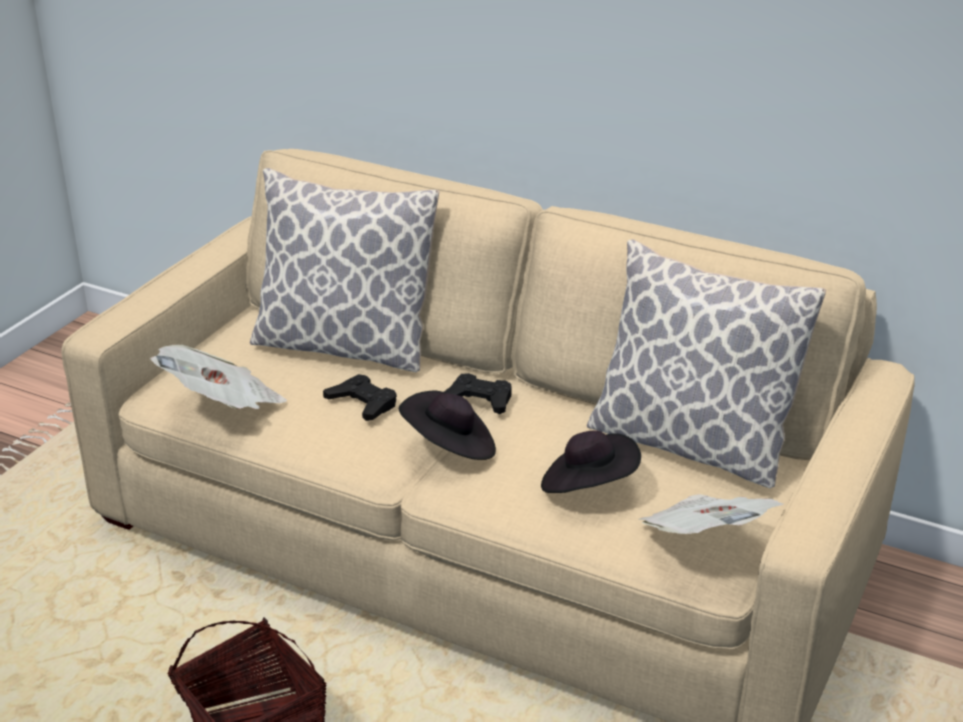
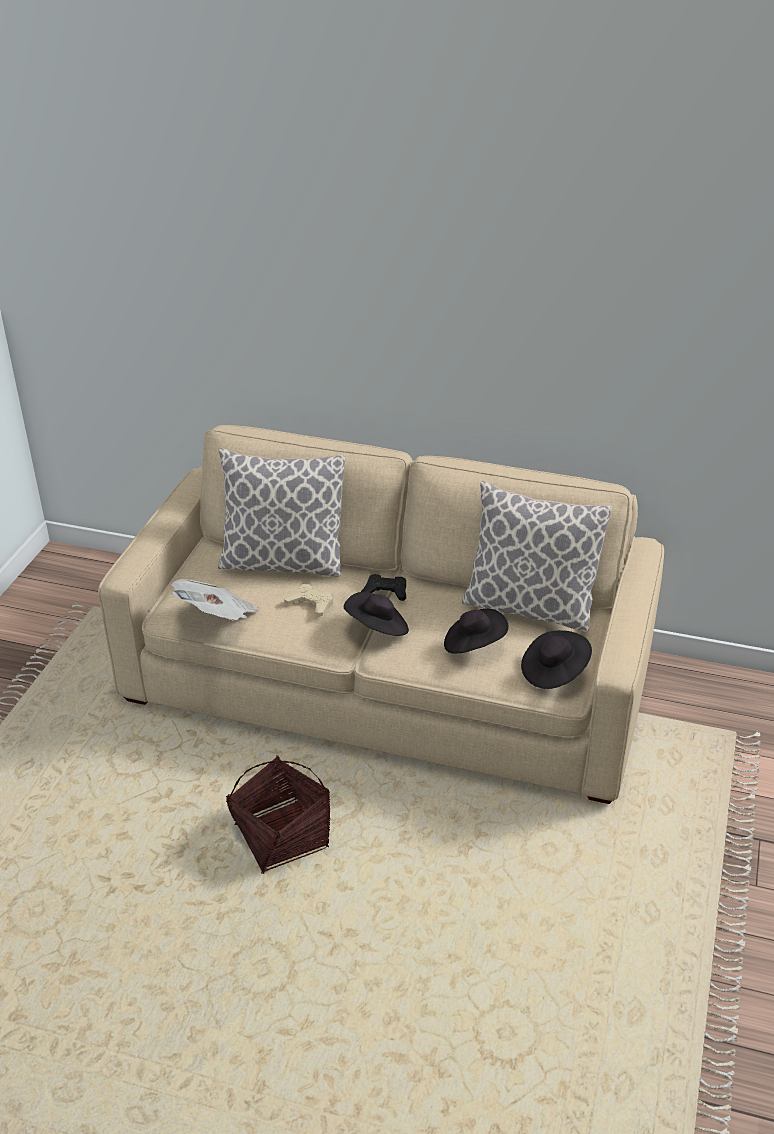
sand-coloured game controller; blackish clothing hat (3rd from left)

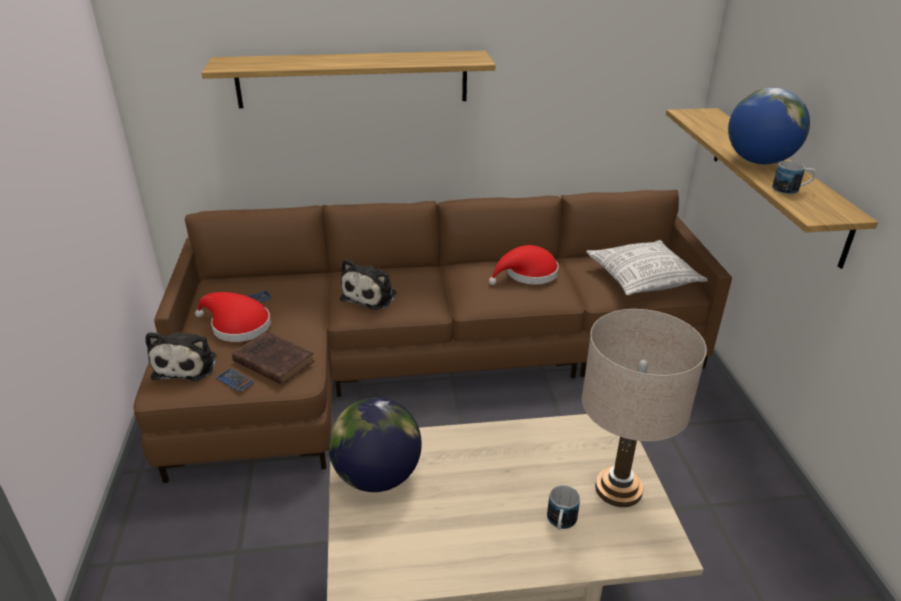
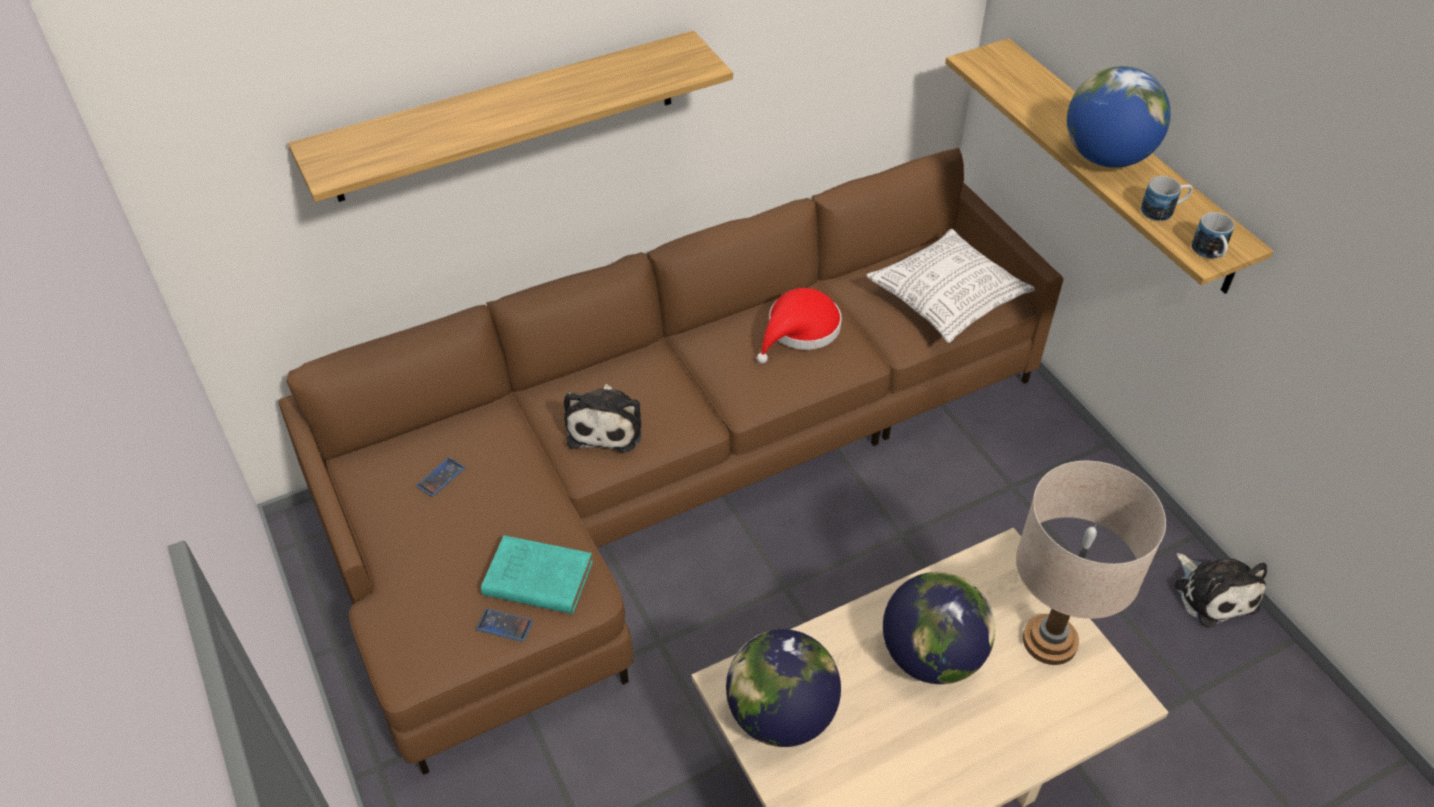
reddish clothing hat (1st from left in the first image); turquoise volume; plush toy (2nd from left); tea mug (2nd from left); world globe (2nd from left)

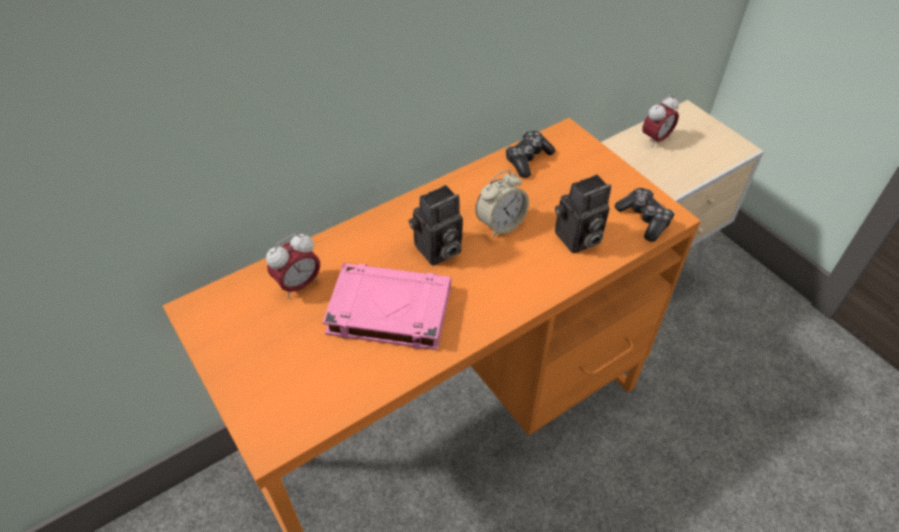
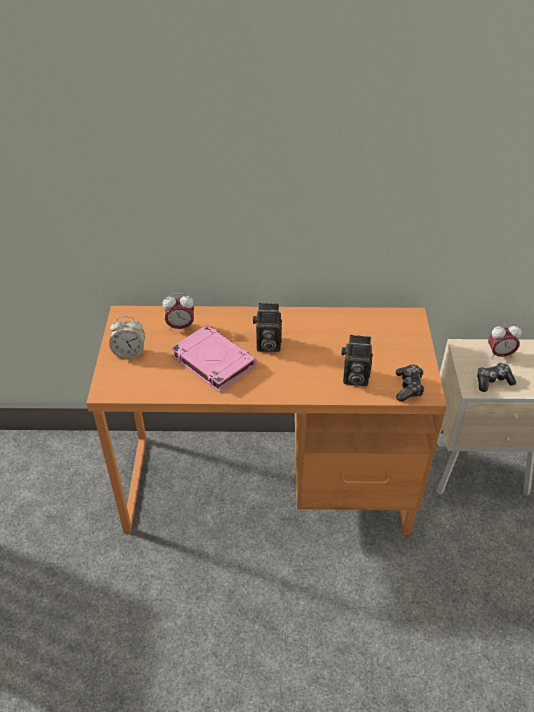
game controller (2nd from left); table clock (1st from left)

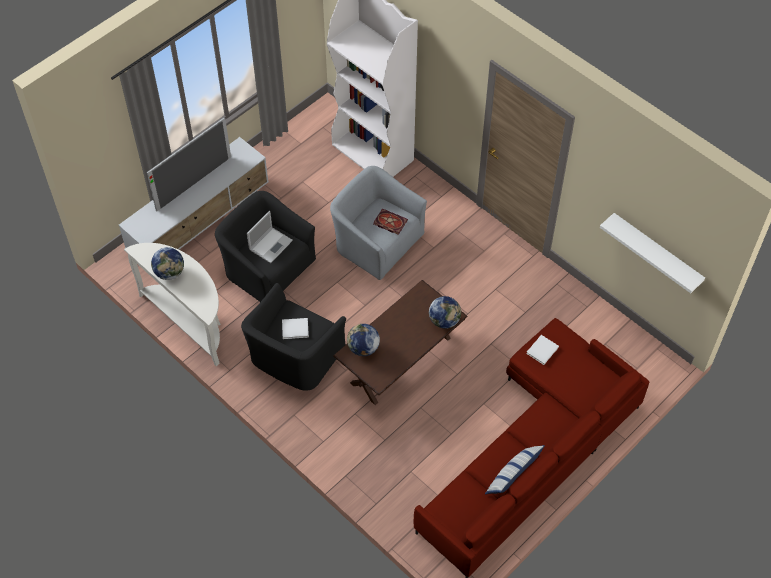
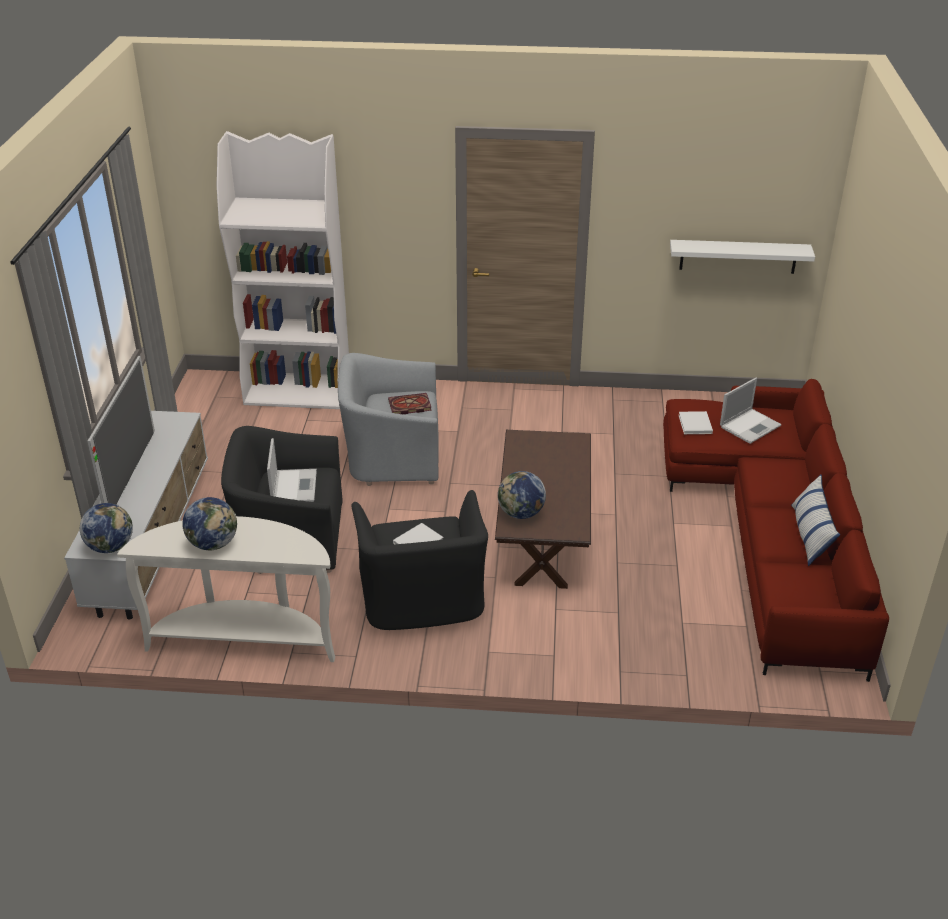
world globe (1st from left); portable computer (2nd from left)

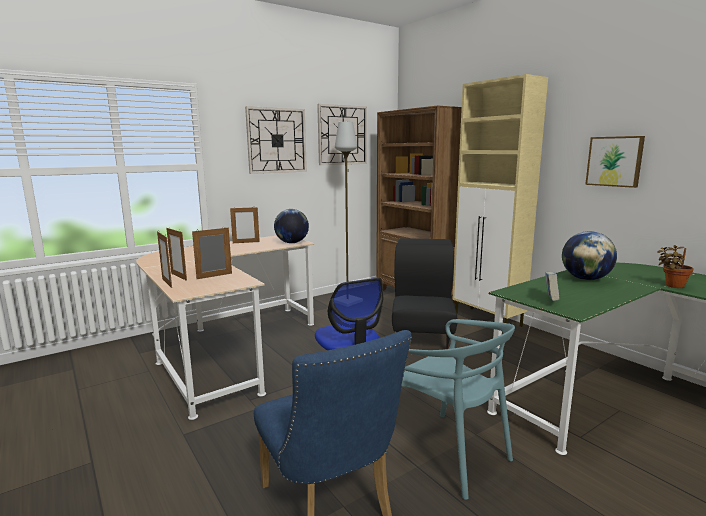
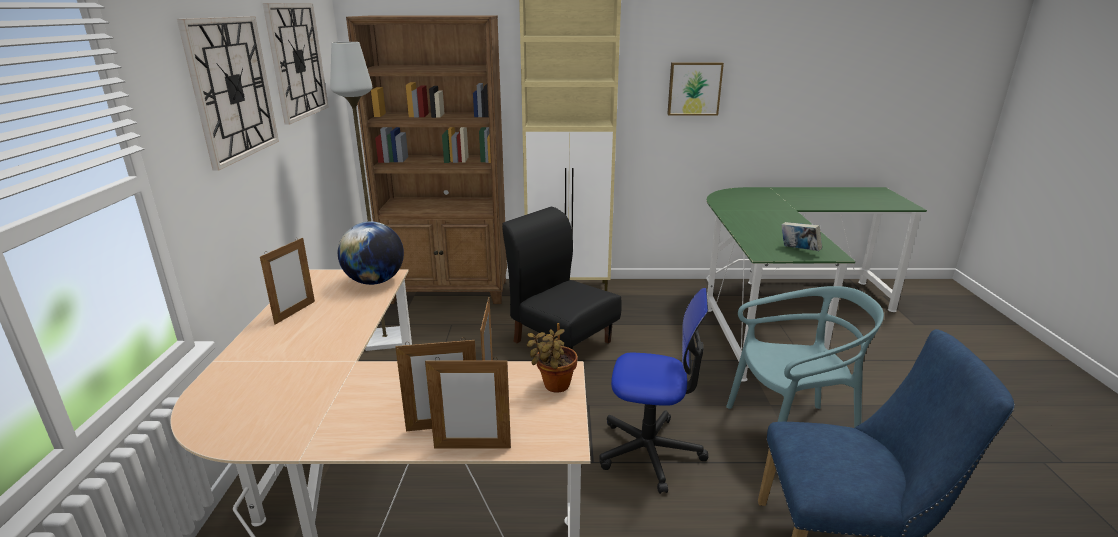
world globe (2nd from left in the first image); plant in a pot

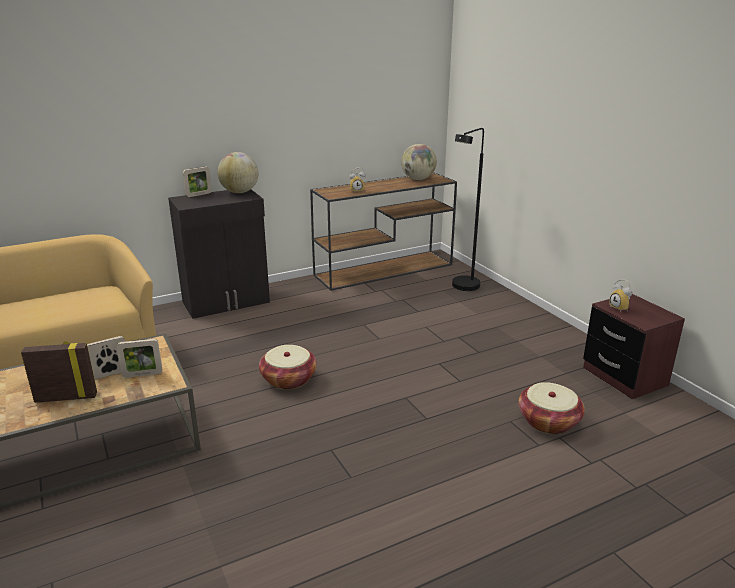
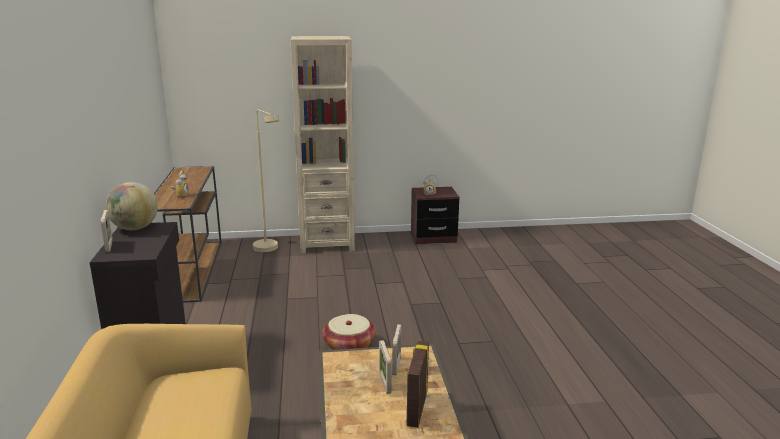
sand-coloured standing lamp; world globe (2nd from left in the first image); basket (2nd from left in the first image); sand-coloured shelving unit

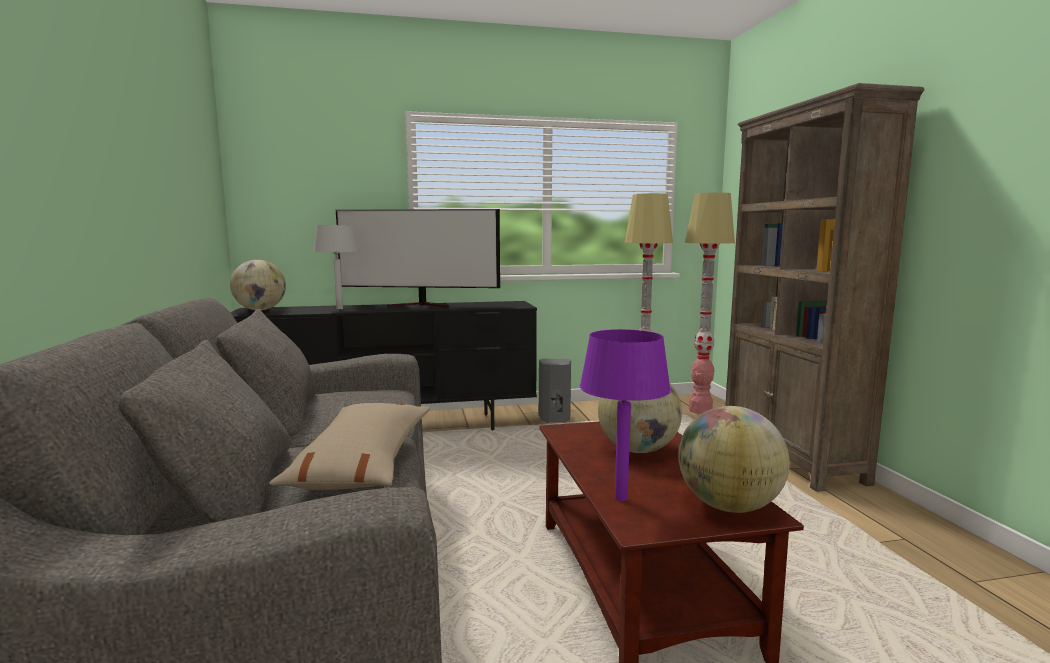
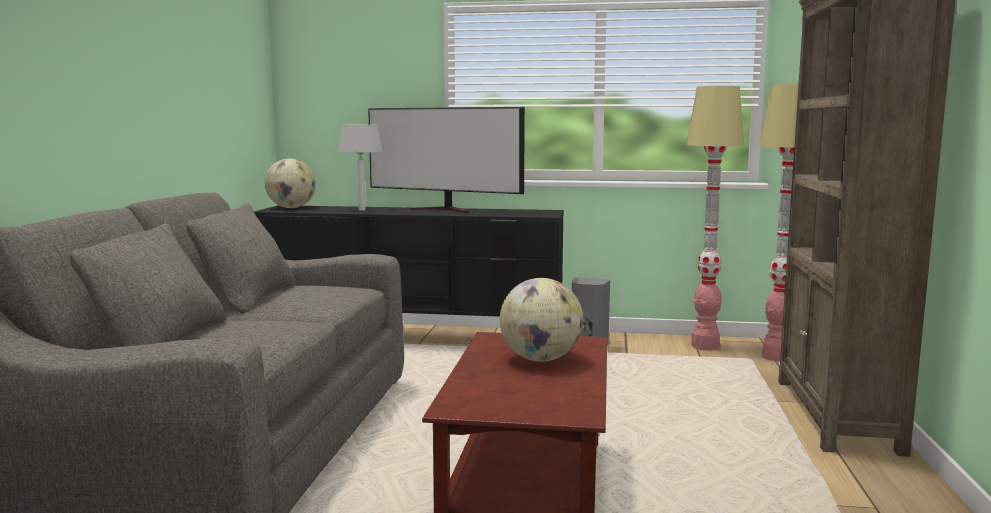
purple-coloured table lamp; sand-coloured cushion; world globe (3rd from left in the first image)

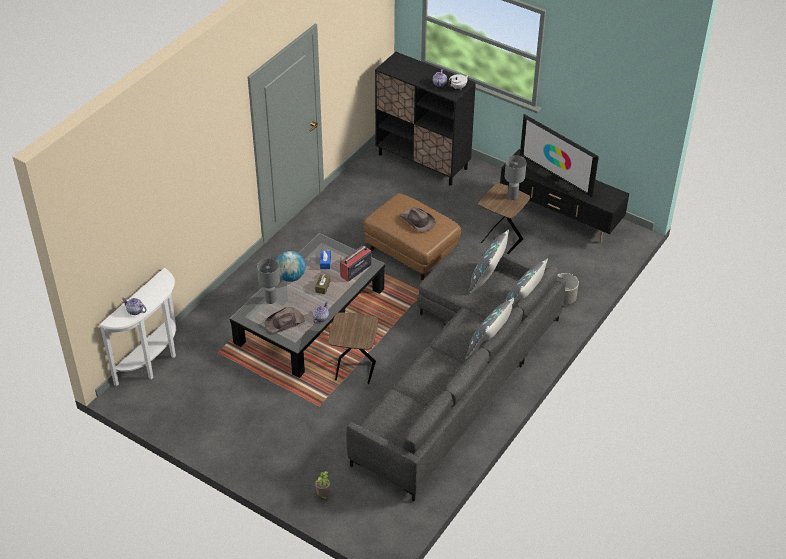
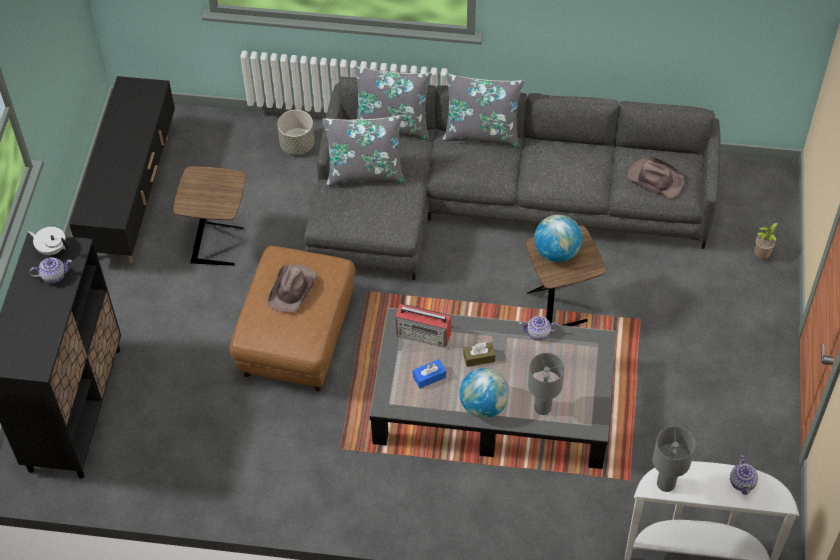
TV set; gray table lamp (2nd from left); brown-coloured clothing hat (2nd from left); world globe (2nd from left)

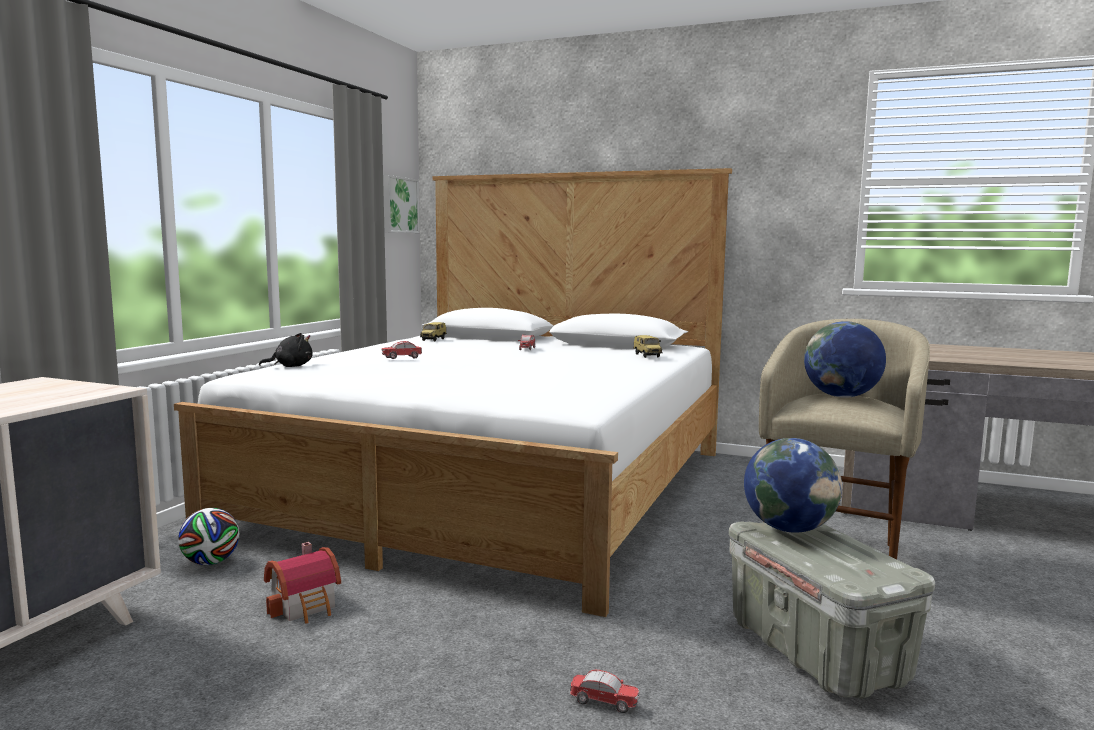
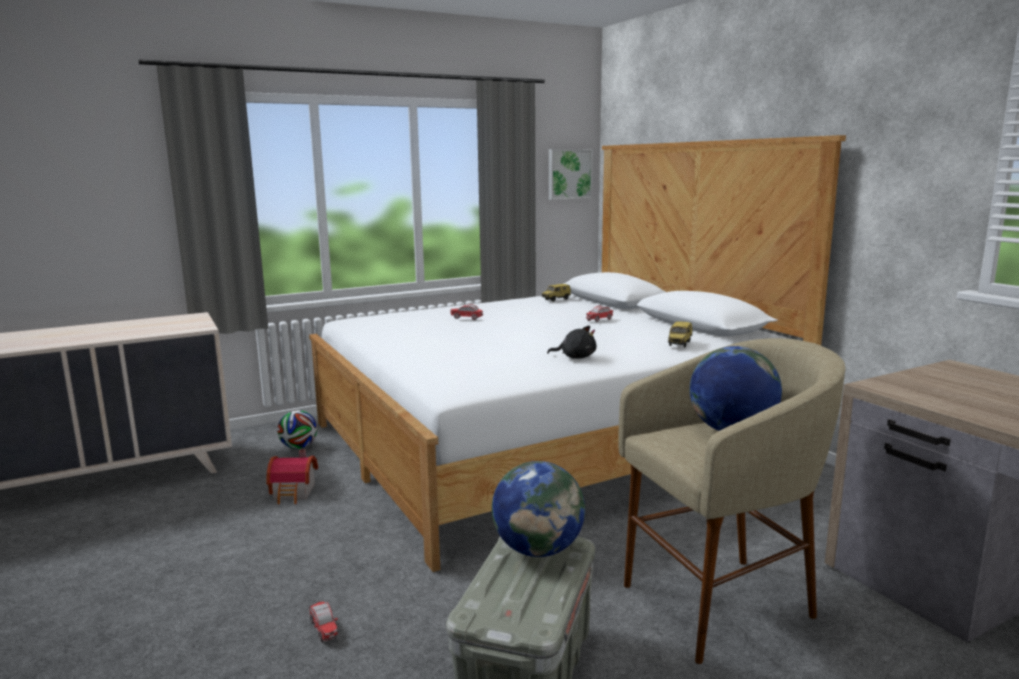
blackish plush toy

